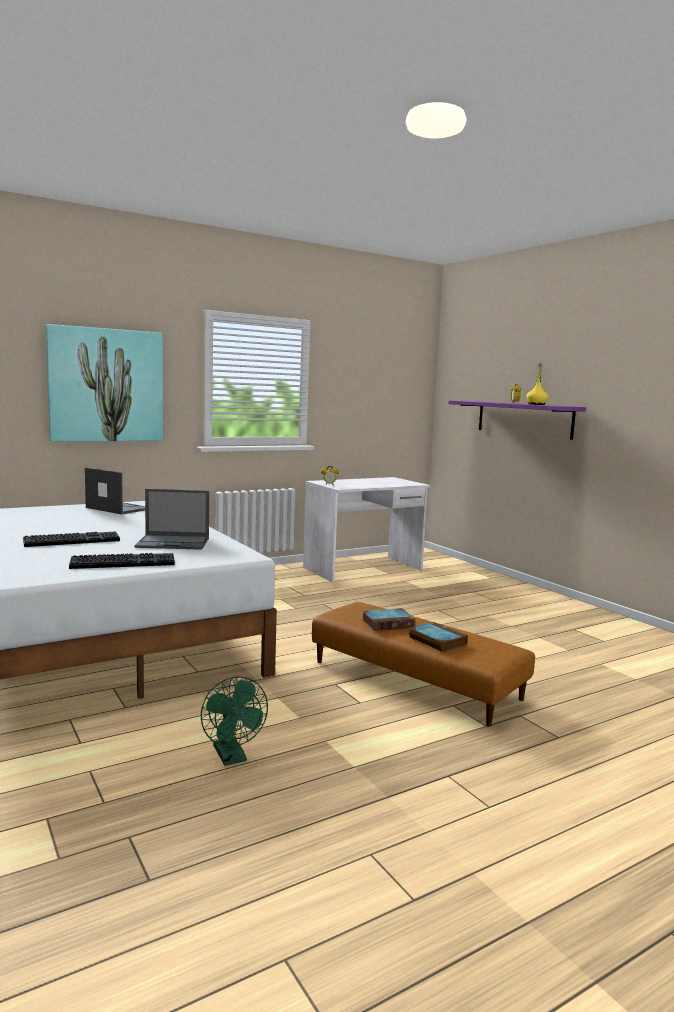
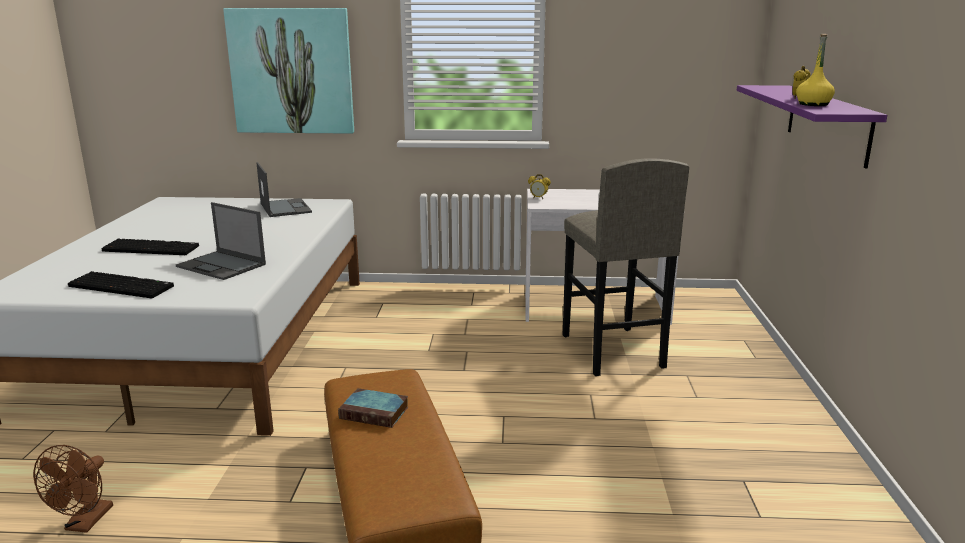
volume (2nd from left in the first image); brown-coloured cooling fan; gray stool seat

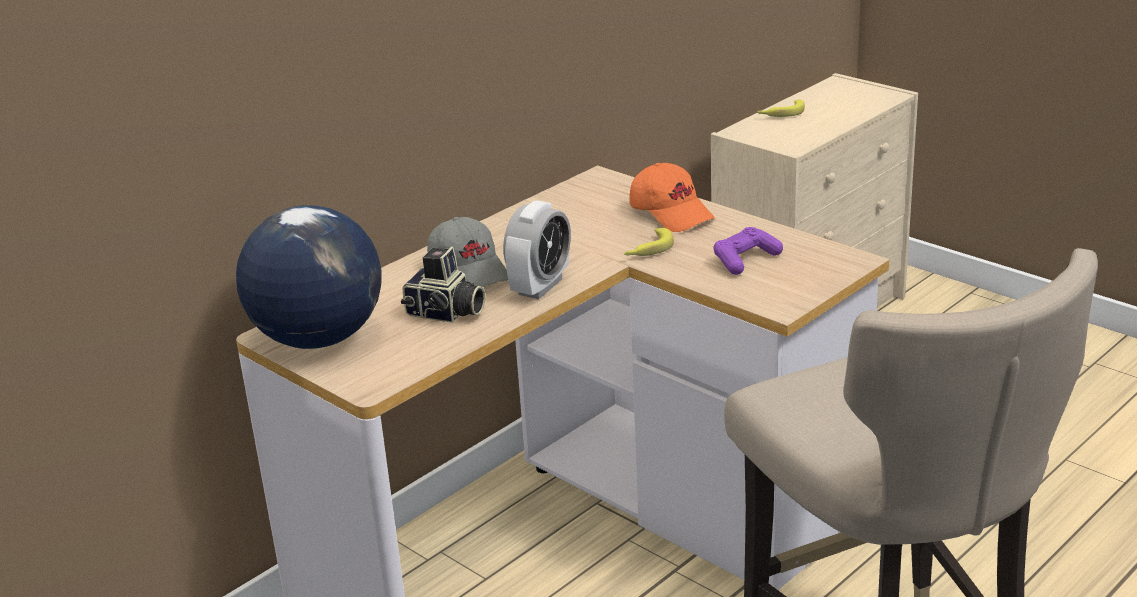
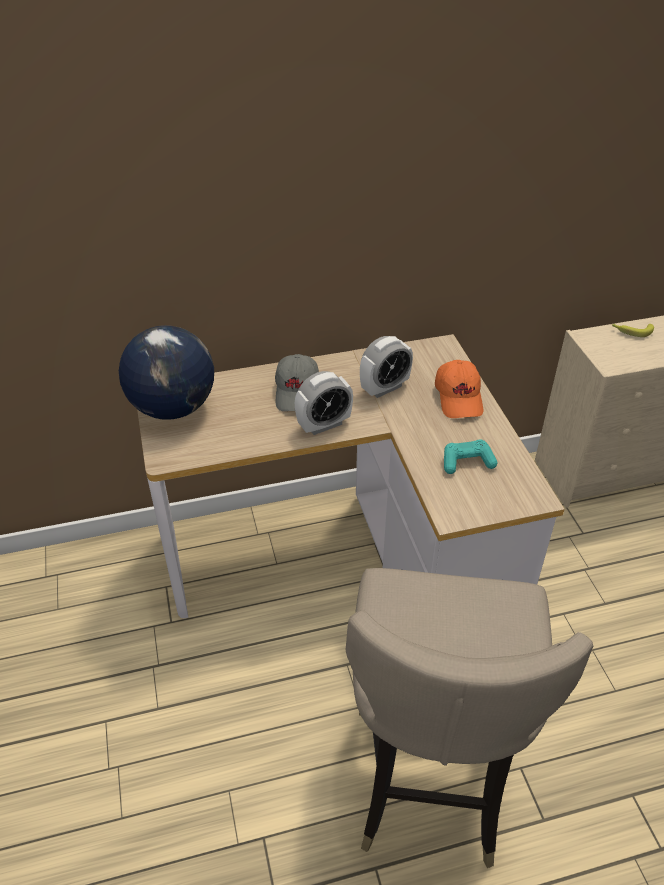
turquoise game controller; whole banana (1st from left in the first image); still camera; table clock (2nd from left)

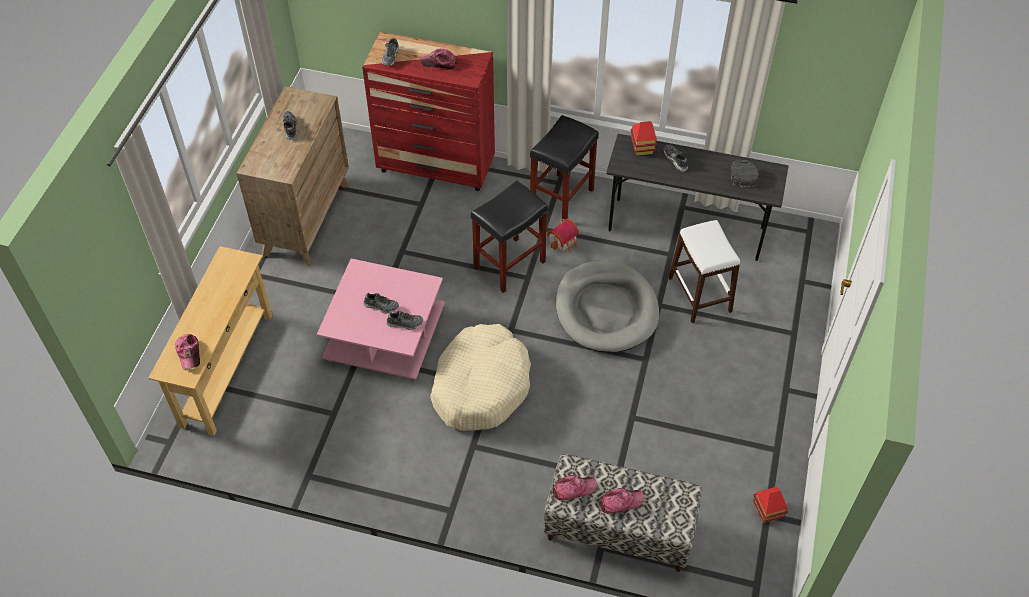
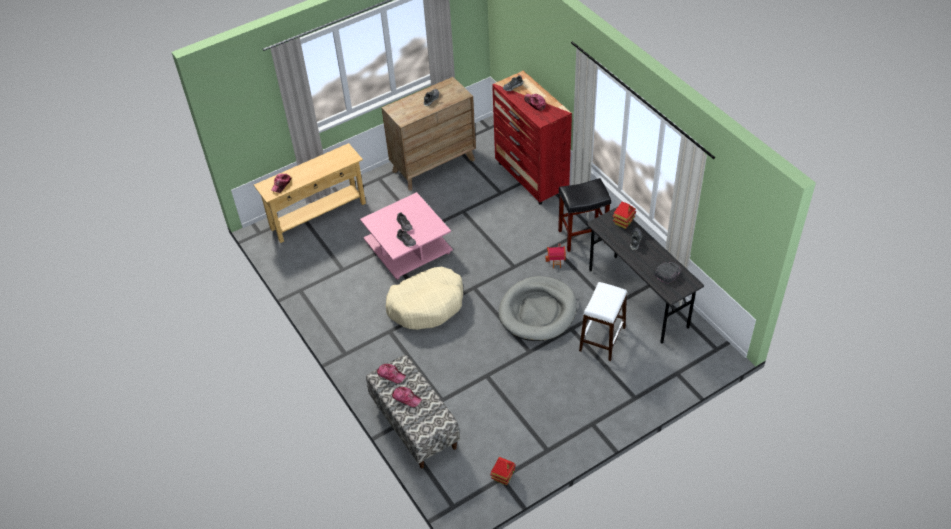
blackish stool seat (1st from left in the first image)

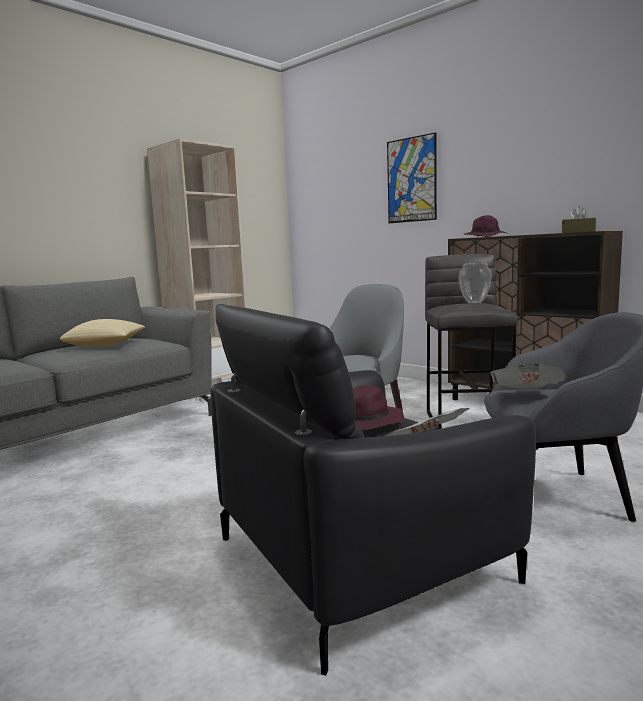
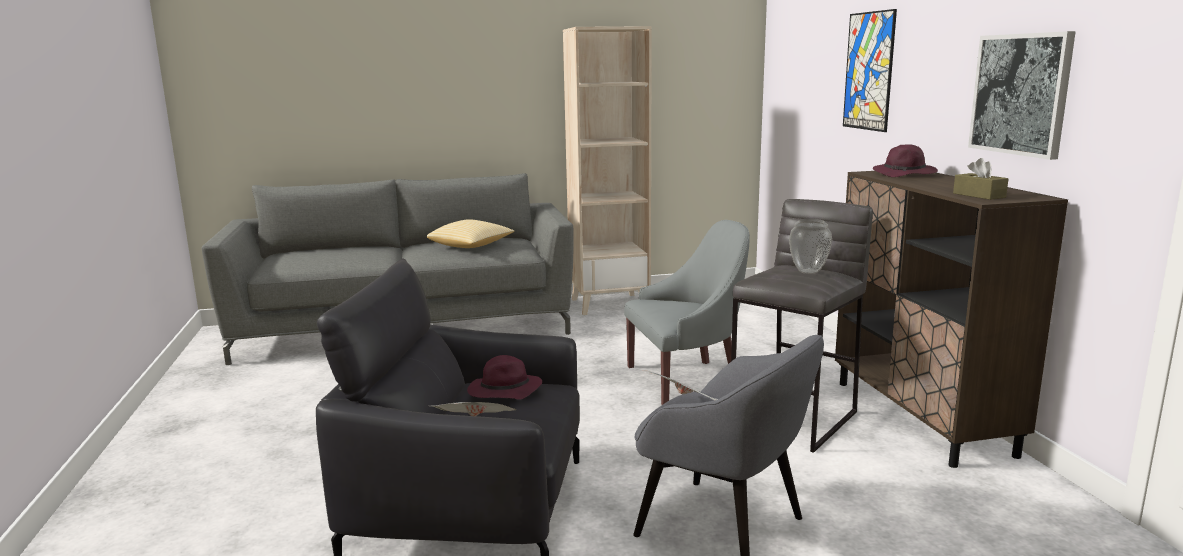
wall picture (2nd from left)

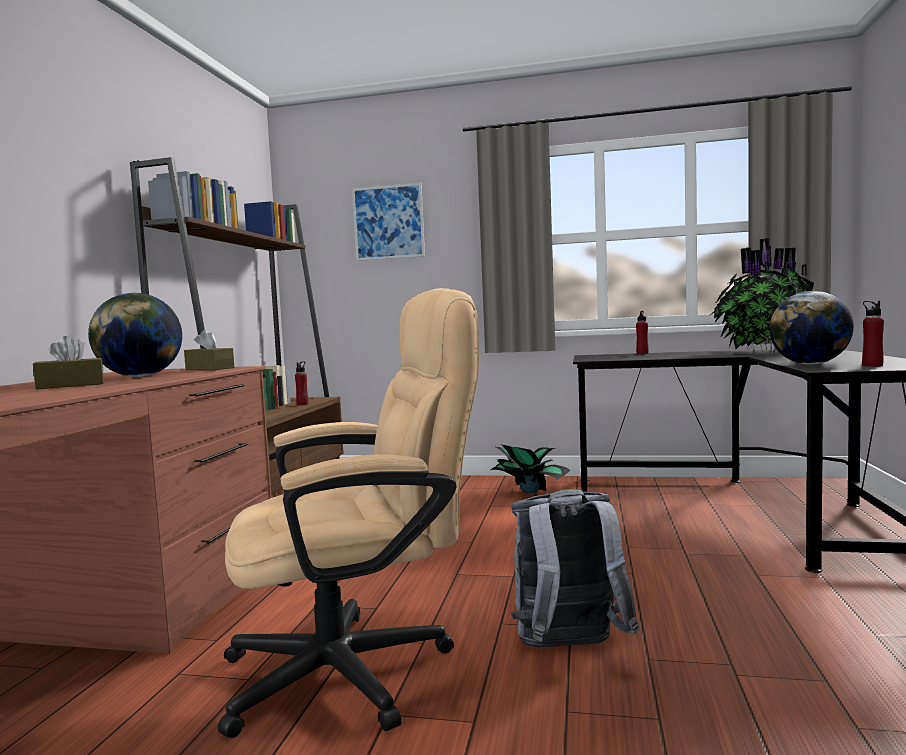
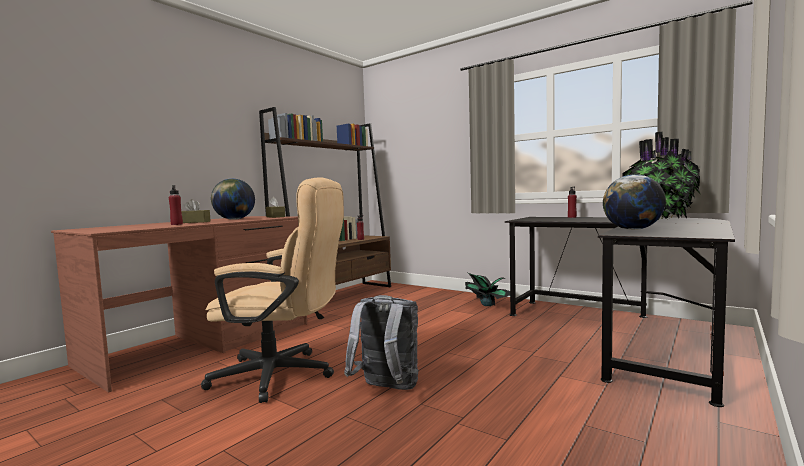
wall picture; reddish drink bottle (1st from left)

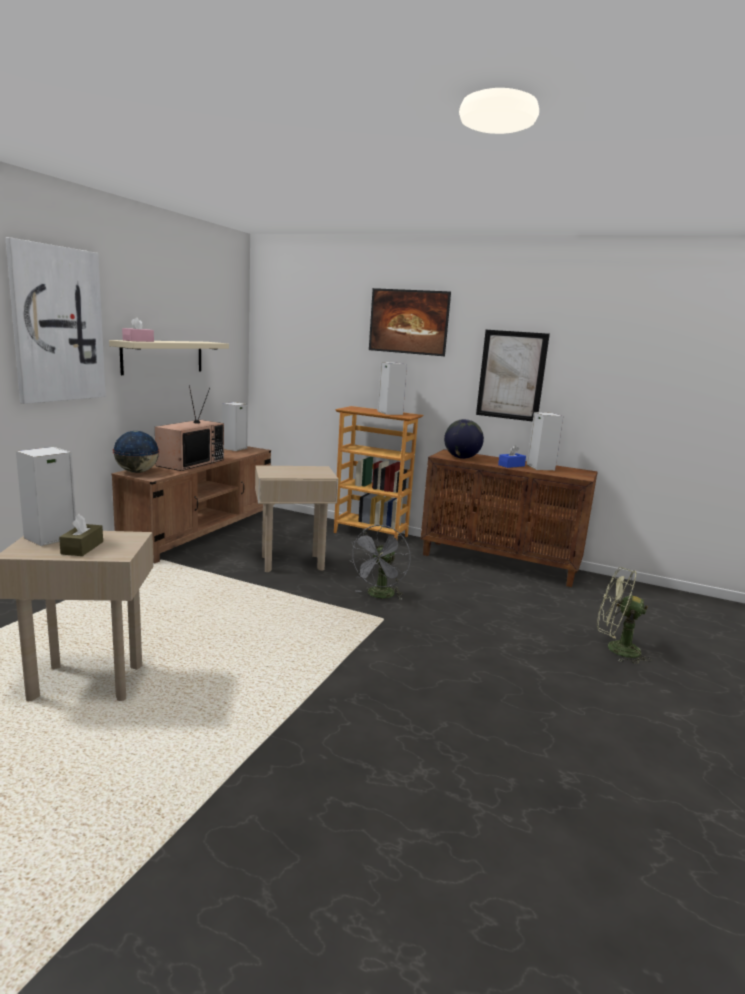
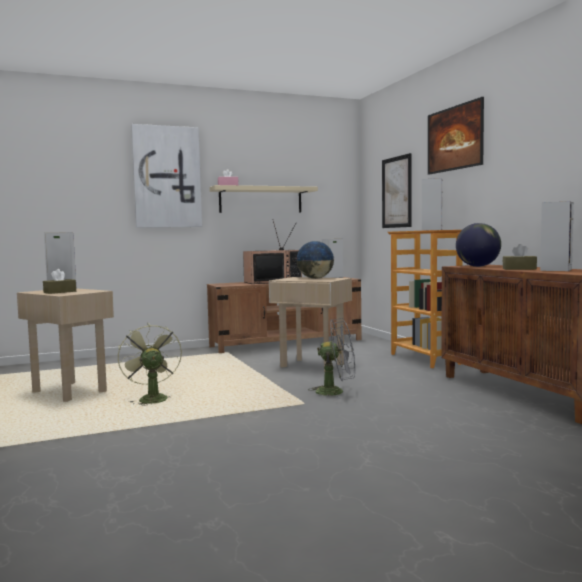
wall picture (2nd from left); world globe (1st from left); brown-coloured box of tissues (2nd from left); gray cooling fan; greenish cooling fan

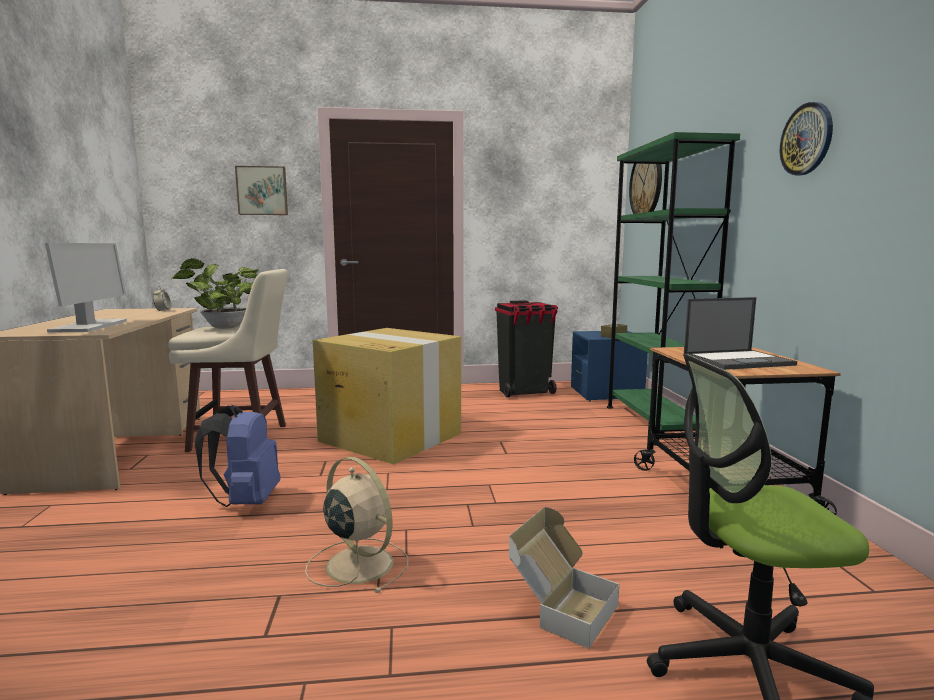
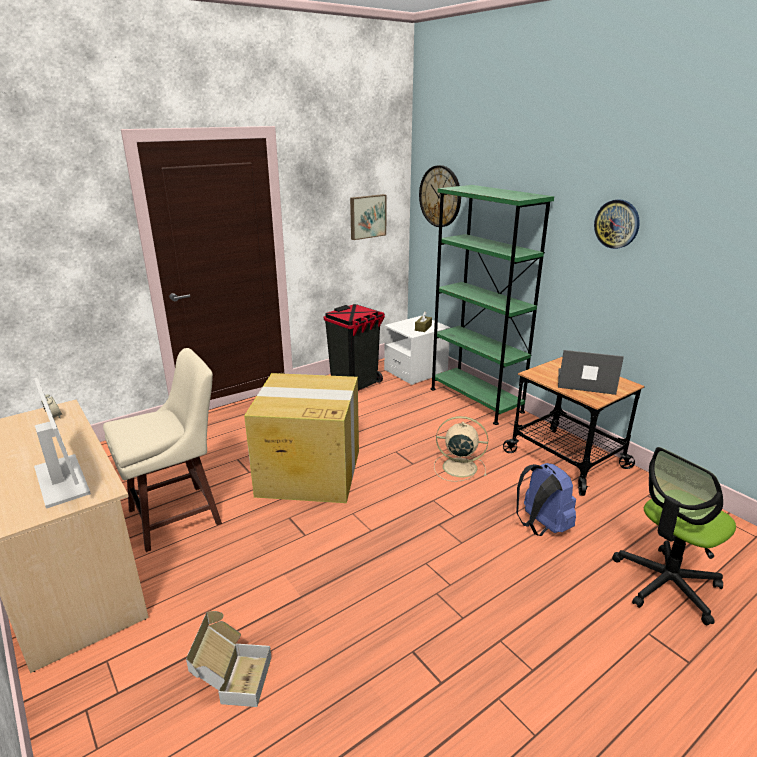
wall picture; plant in a pot; portable computer; white nightstand; bluish backpack; sand-coloured cooling fan; packing box (1st from left)

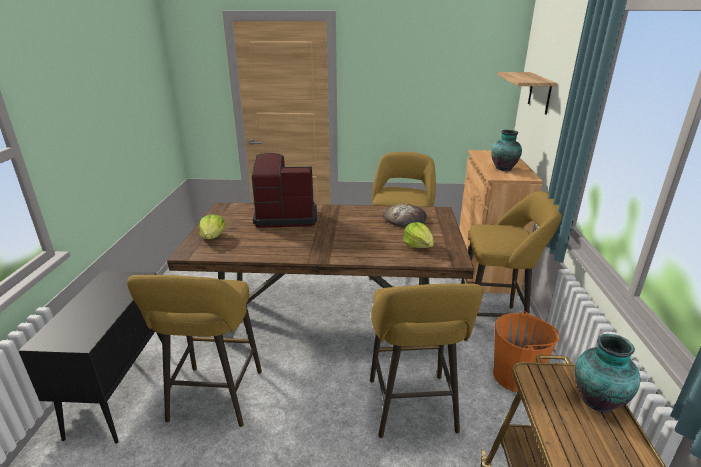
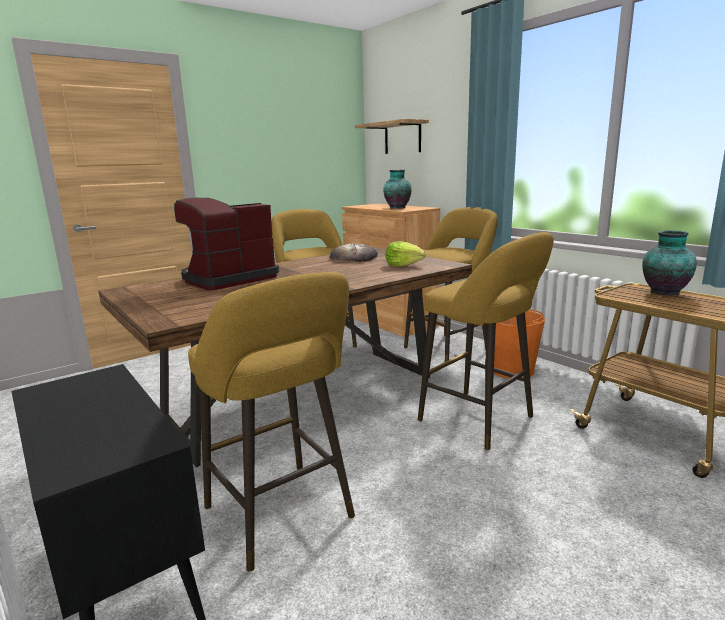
head of lettuce (1st from left in the first image)

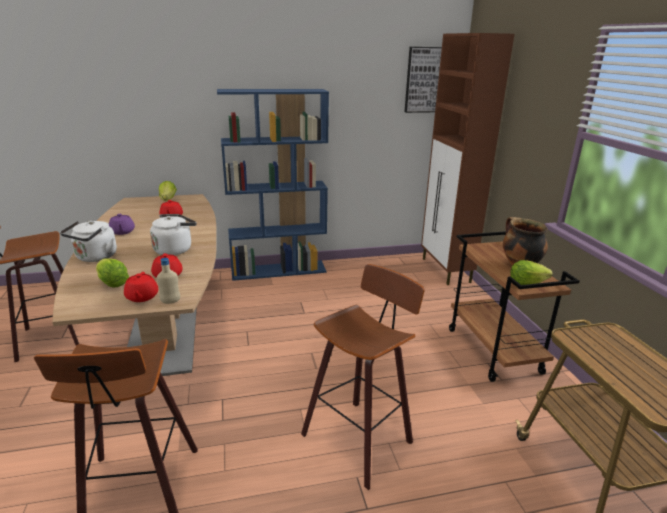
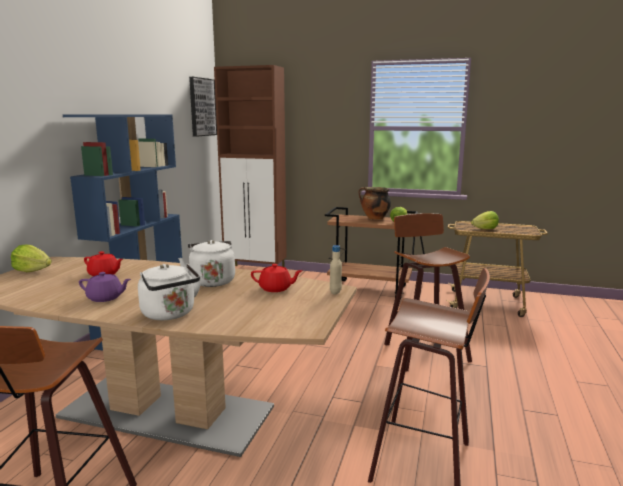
head of lettuce (3rd from left); reddish pot for tea (1st from left in the first image)

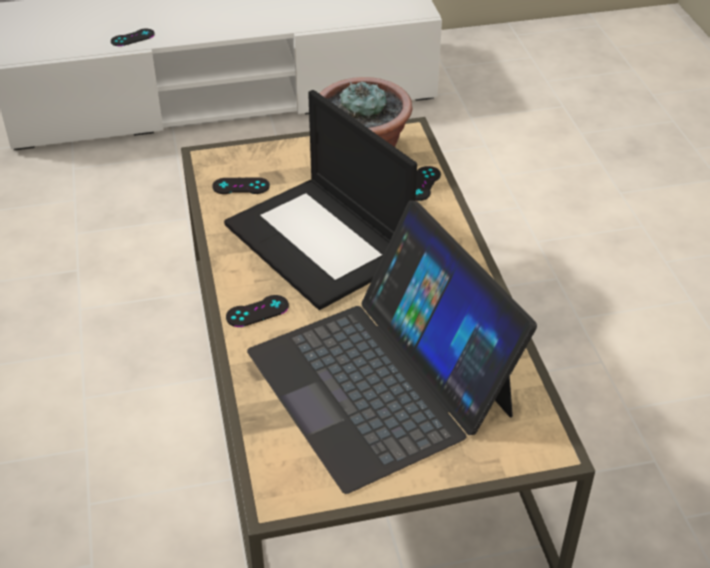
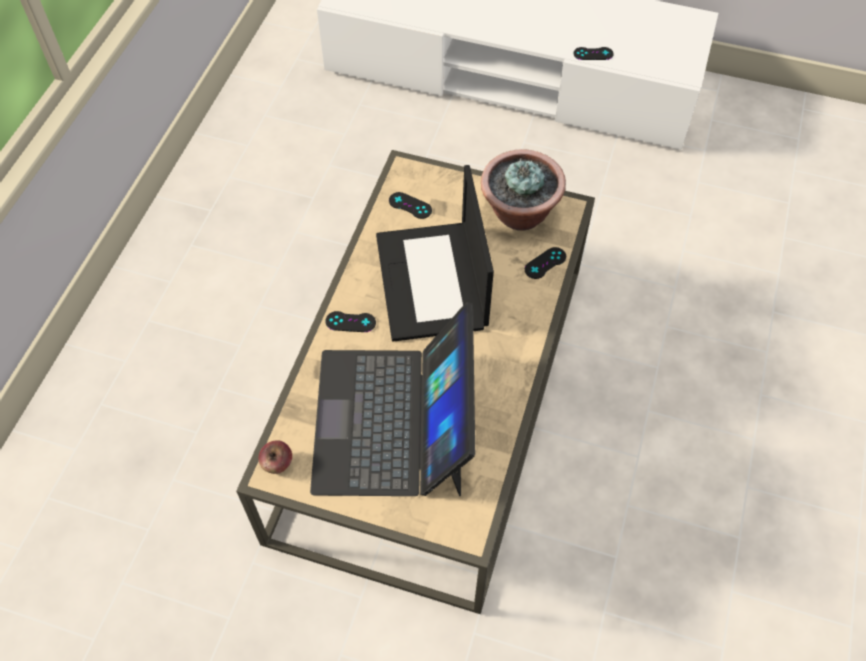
blackish game controller (4th from left); apple

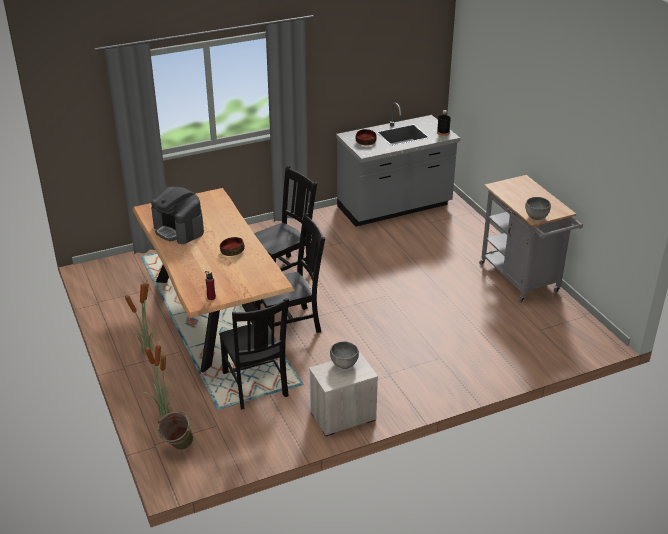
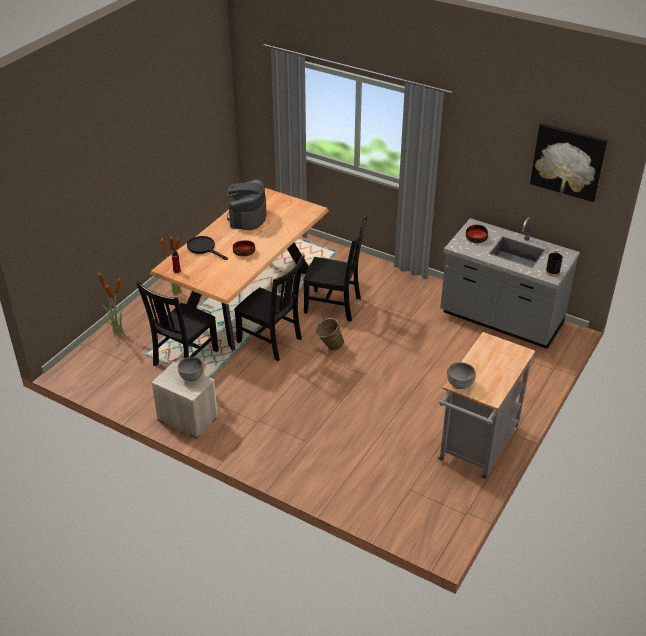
greenish water bucket; wall picture; blackish frying pan

